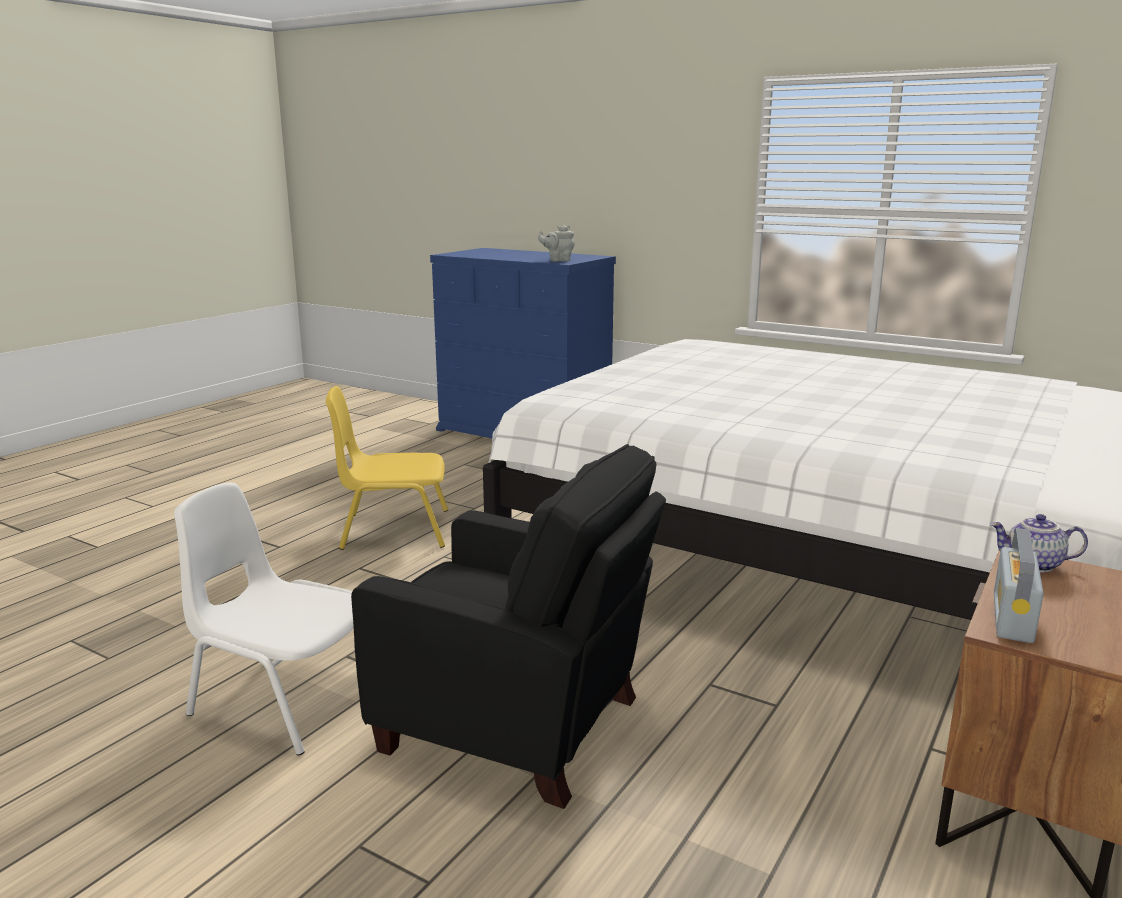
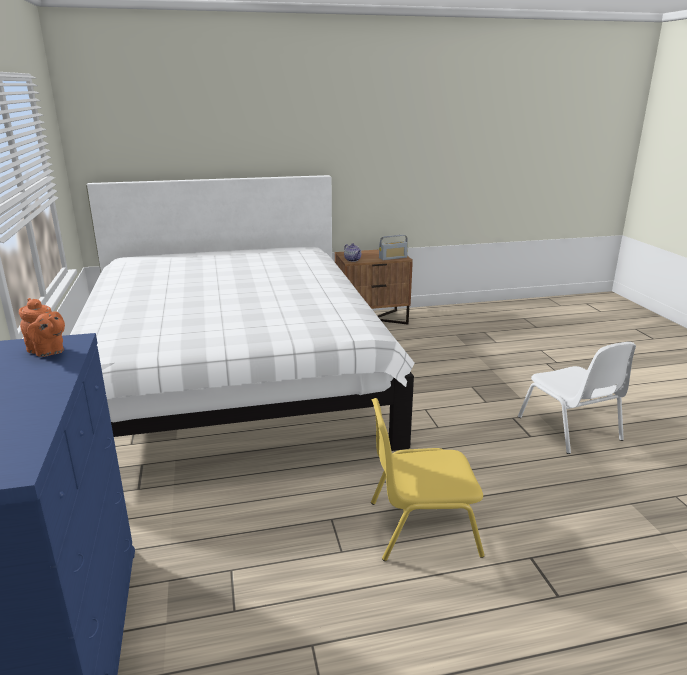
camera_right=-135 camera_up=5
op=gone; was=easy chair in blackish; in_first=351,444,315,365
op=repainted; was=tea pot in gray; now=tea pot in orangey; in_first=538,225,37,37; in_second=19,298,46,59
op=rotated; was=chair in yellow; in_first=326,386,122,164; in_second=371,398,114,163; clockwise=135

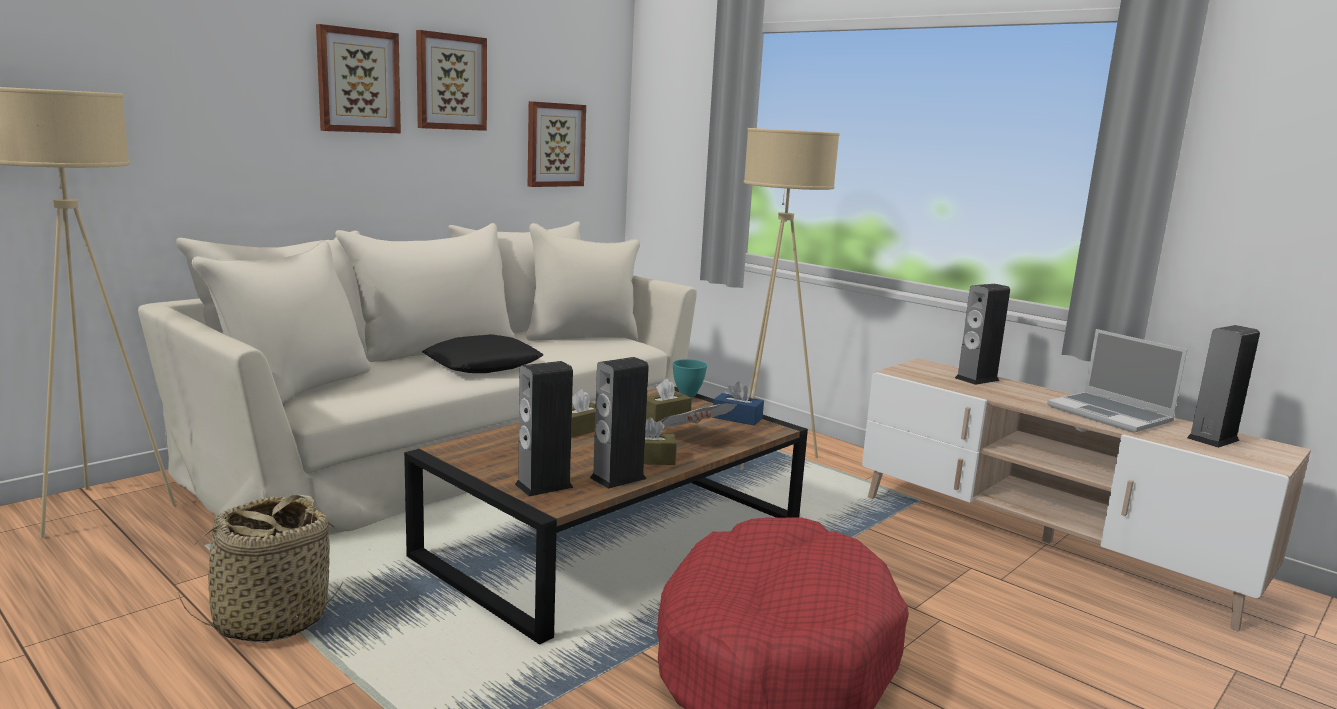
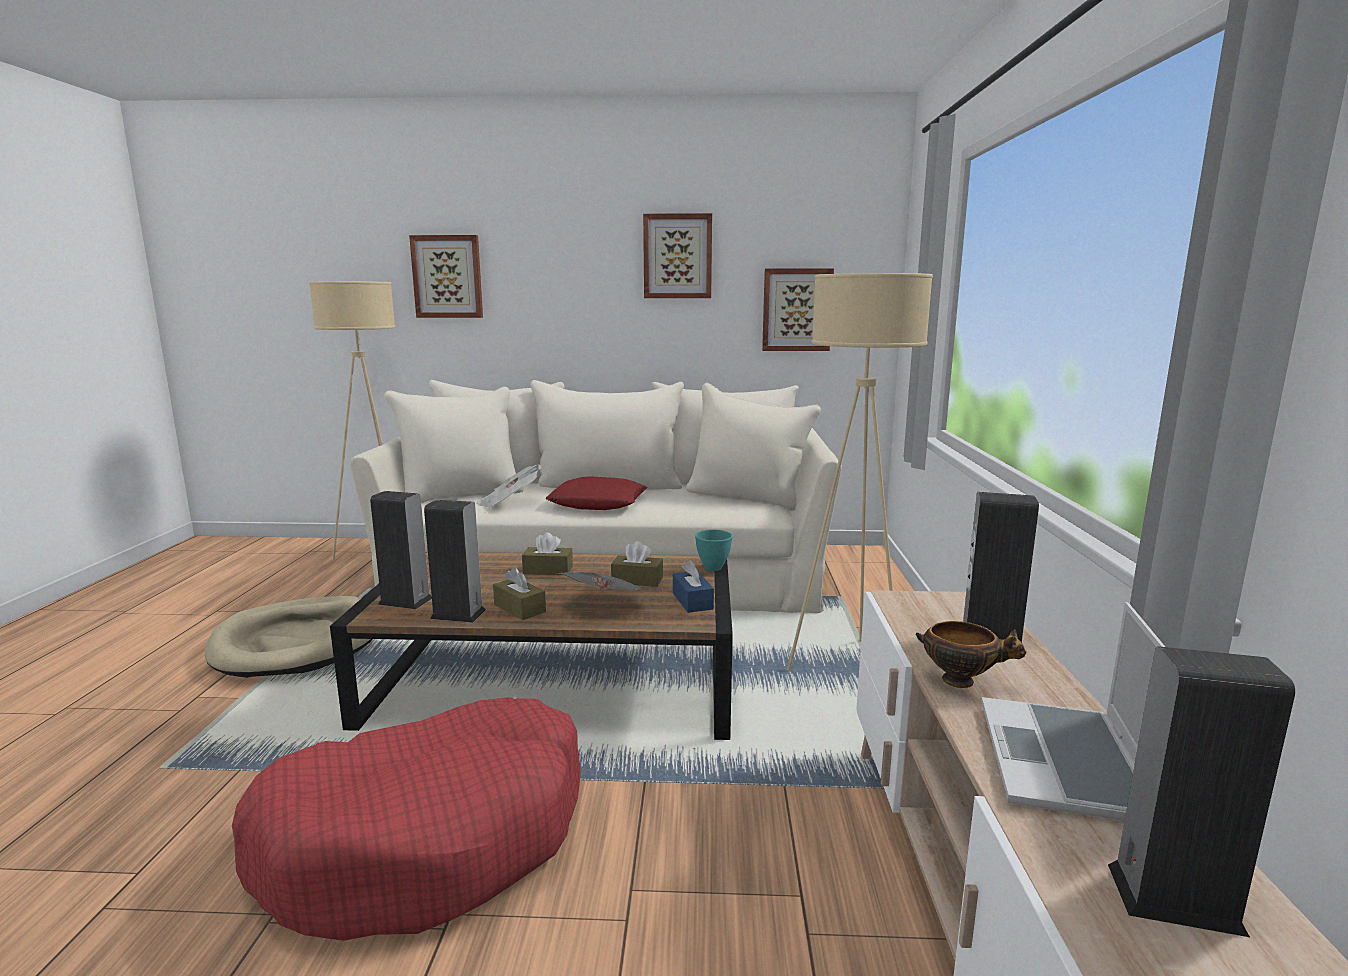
camera_right=50 camera_up=0
op=new; now=printed paper; in_second=476,465,66,43
op=new; now=deep dish; in_second=916,621,111,67
op=shifted; was=wall art; in_first=316,24,85,109; in_second=409,235,74,83
op=swapped; was=household basket; now=dog bed in sand-coloured; in_first=178,494,165,149; in_second=204,596,169,82
op=repainted; was=cushion in blackish; now=cushion in reddish; in_first=422,334,121,39; in_second=545,476,102,34

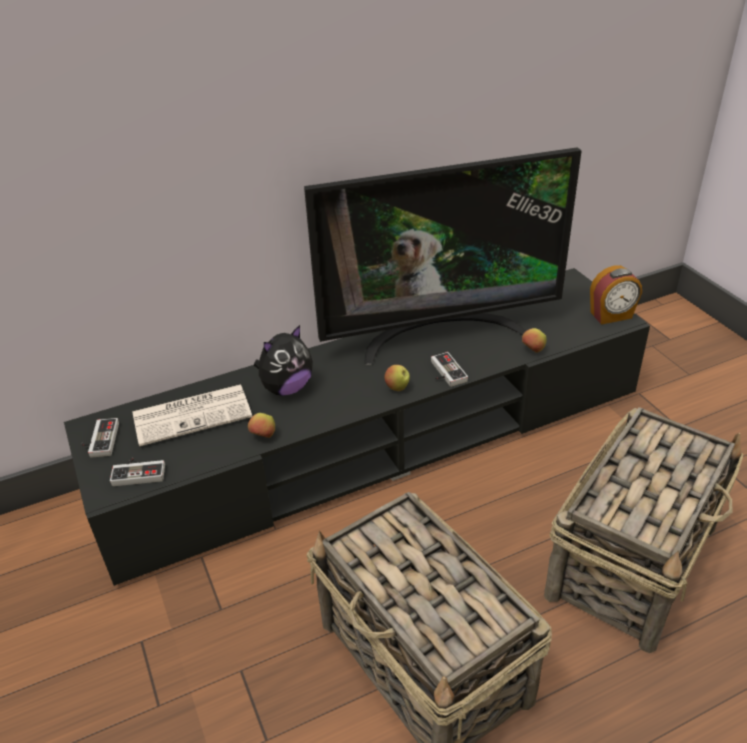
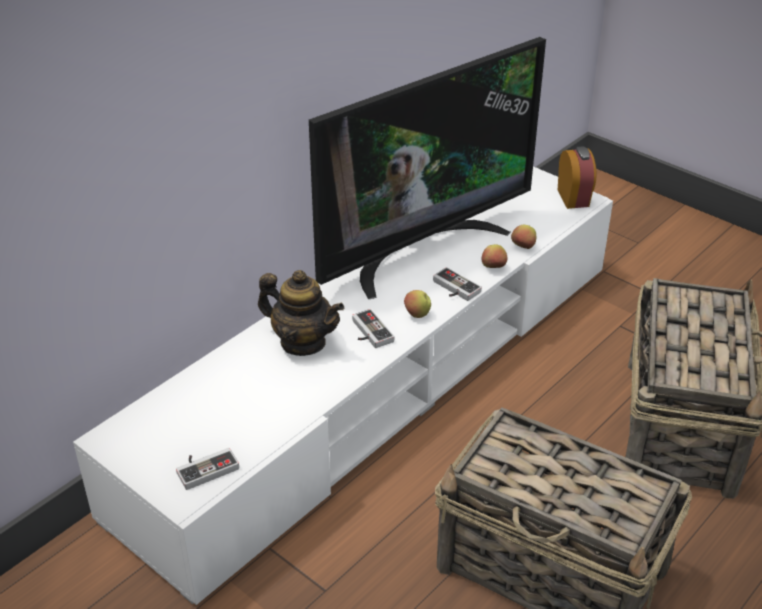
camera_right=-25 camera_up=0
op=gone; was=printed paper; in_first=133,384,119,62
op=shifted; was=joypad; in_first=81,418,38,40; in_second=352,309,42,39
op=shifted; was=apple; in_first=248,413,27,25; in_second=481,244,26,24
op=swapped; was=soft toy; now=tea pot; in_first=254,325,59,71; in_second=258,270,86,86
op=repainted; was=media console in blackish; now=media console in white; in_first=64,268,586,318; in_second=73,166,540,439
op=rotated; was=alarm clock; in_first=590,266,52,59; in_second=558,146,39,63; clockwise=-60

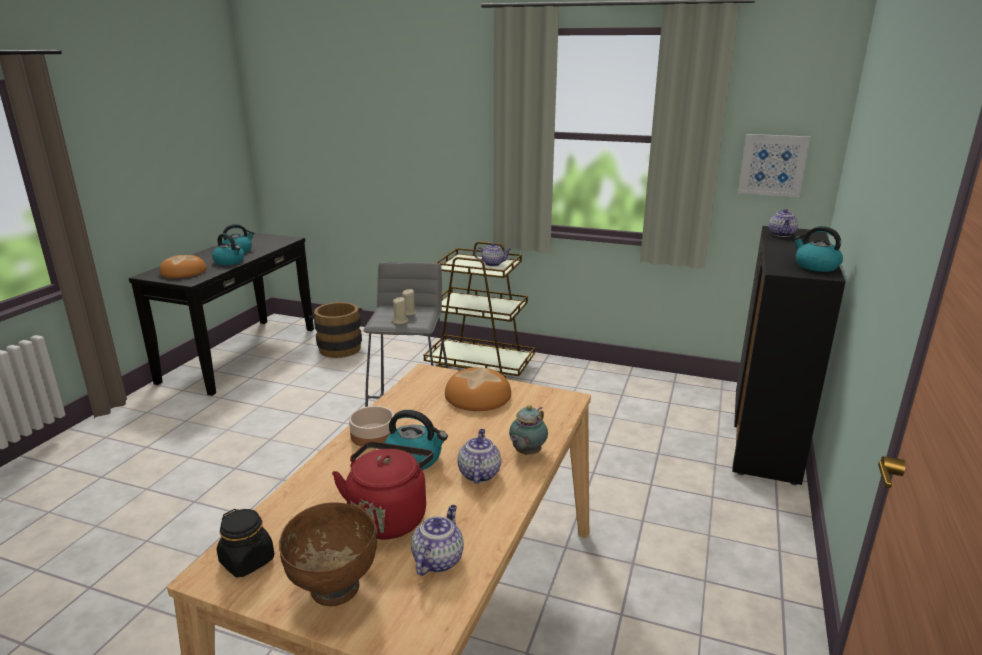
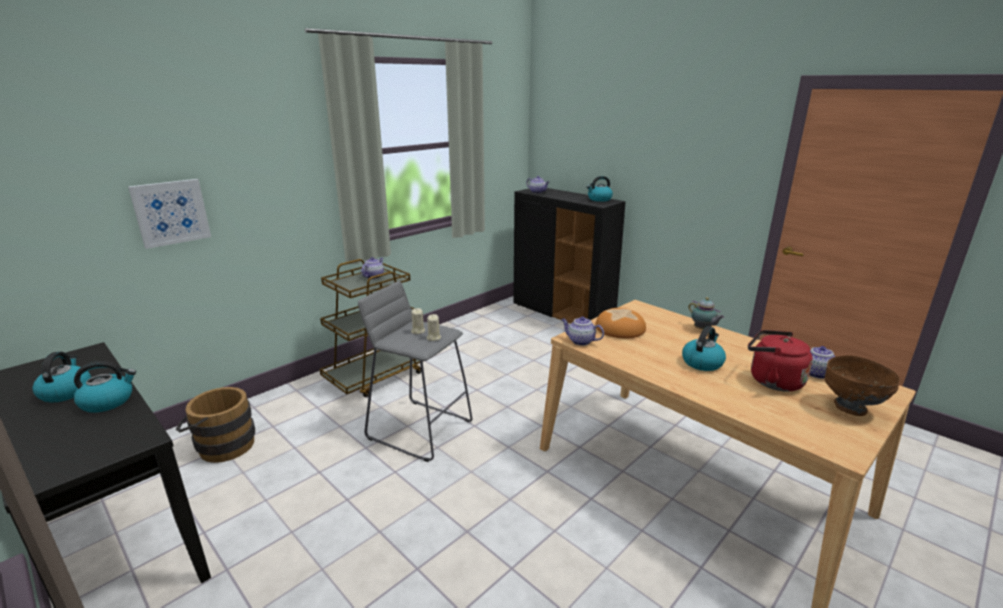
camera_right=-65 camera_up=0
op=gone; was=bakery bread; in_first=159,255,48,23
op=gone; was=jar in blackish; in_first=217,509,57,68
op=gone; was=deep dish; in_first=349,406,45,40
op=shifted; was=tea pot; in_first=457,429,44,55; in_second=561,316,43,30
op=shifted; was=wall art; in_first=738,134,73,63; in_second=128,179,83,70

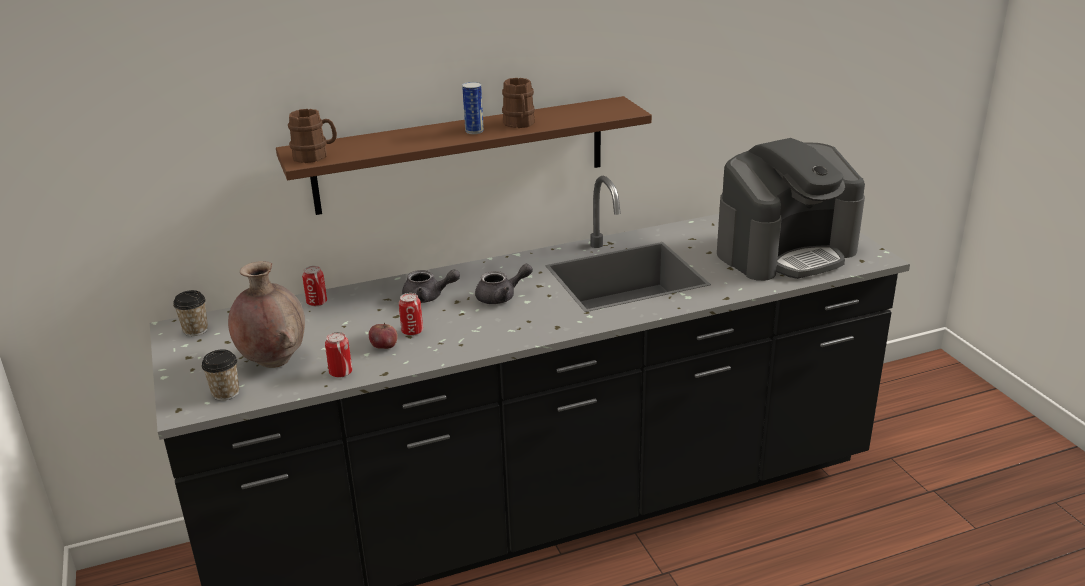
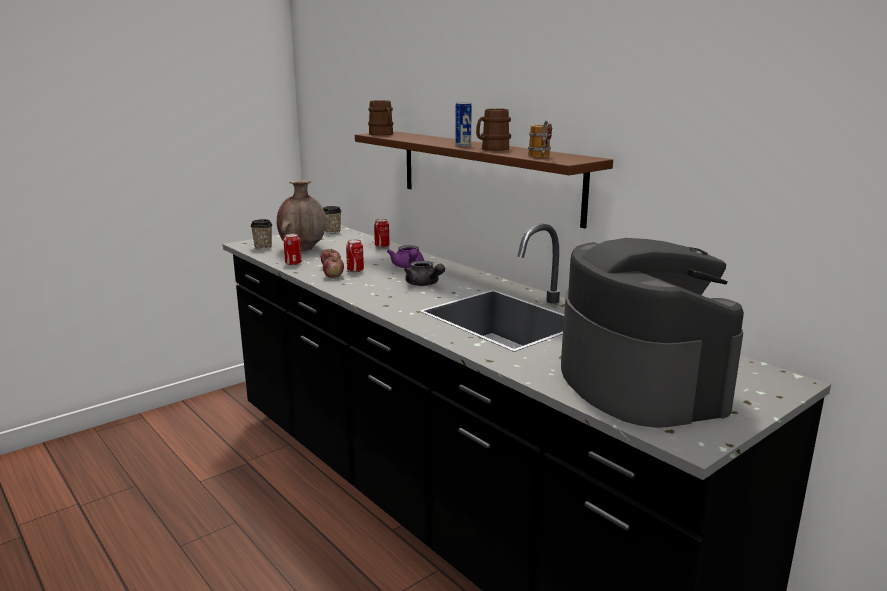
camera_right=70 camera_up=-10
op=new; now=apple; in_second=323,257,21,21
op=new; now=coffee mug; in_second=528,120,24,38
op=repainted; was=tea pot in gray; now=tea pot in purplish; in_first=402,269,58,34; in_second=387,245,37,23
op=rotated; was=coffee brewer; in_first=717,138,148,143; in_second=561,238,183,190; clockwise=-150

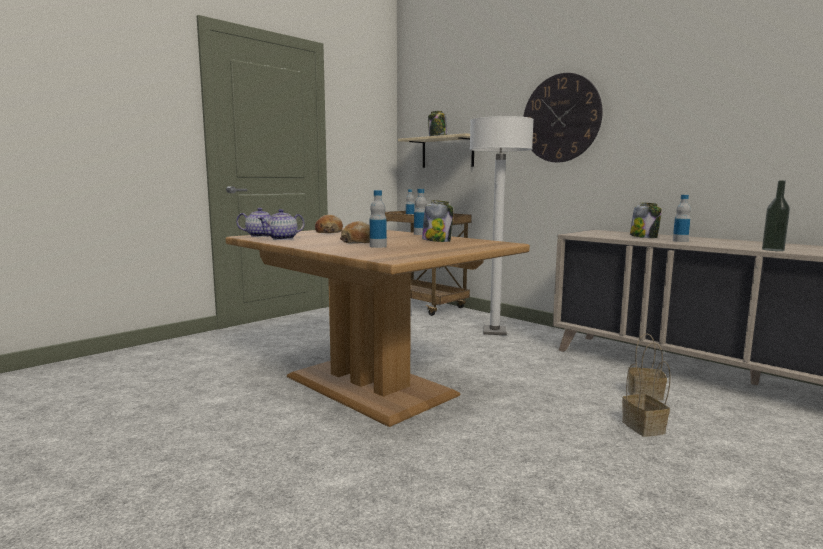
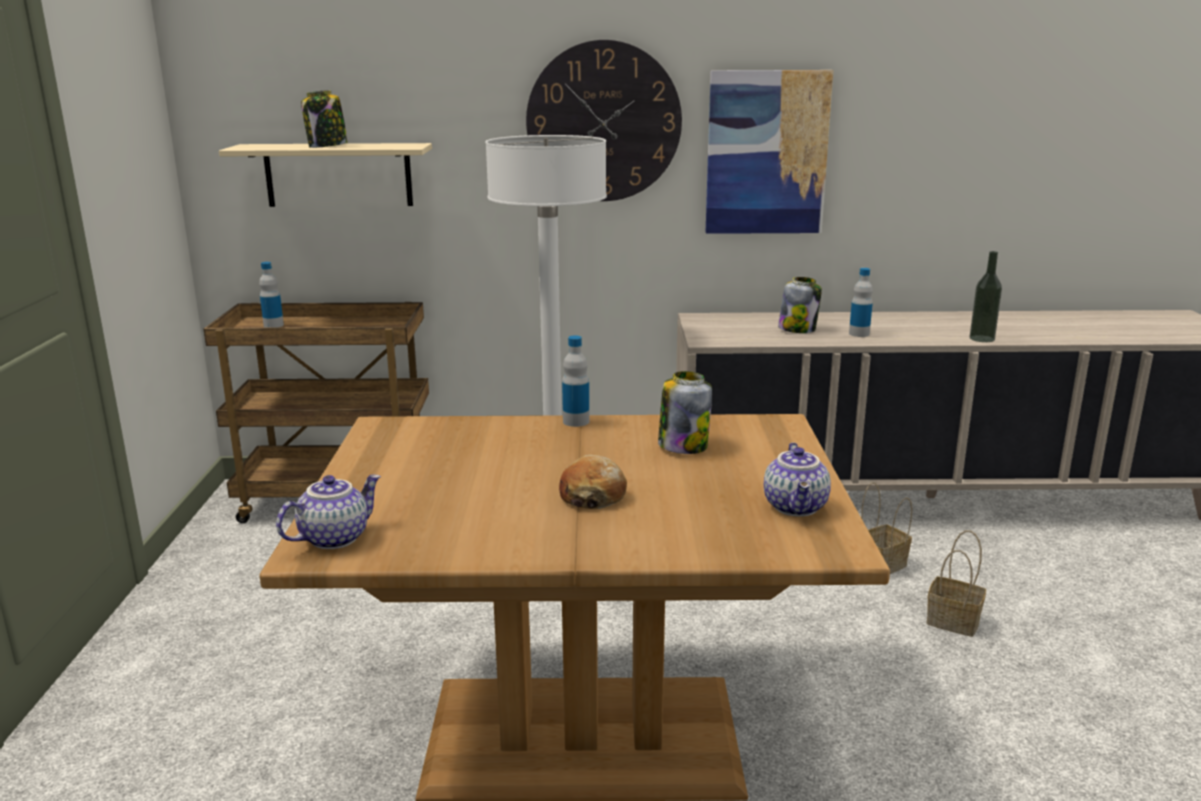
camera_right=-45 camera_up=10
op=gone; was=bakery bread; in_first=315,215,28,18
op=gone; was=drink bottle; in_first=370,190,17,58
op=new; now=wall art; in_second=706,70,127,164
op=shifted; was=tea pot; in_first=258,209,47,31; in_second=764,442,67,75

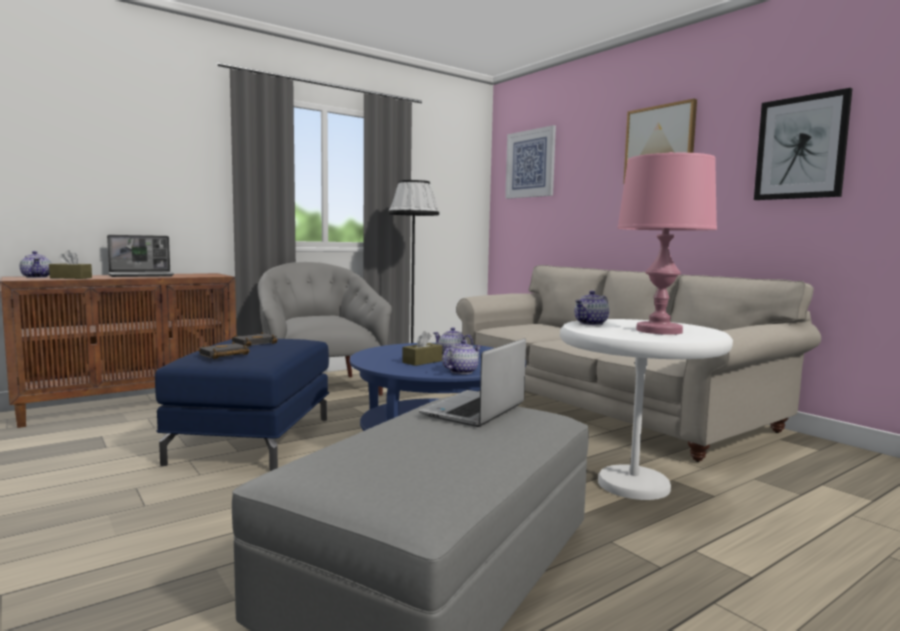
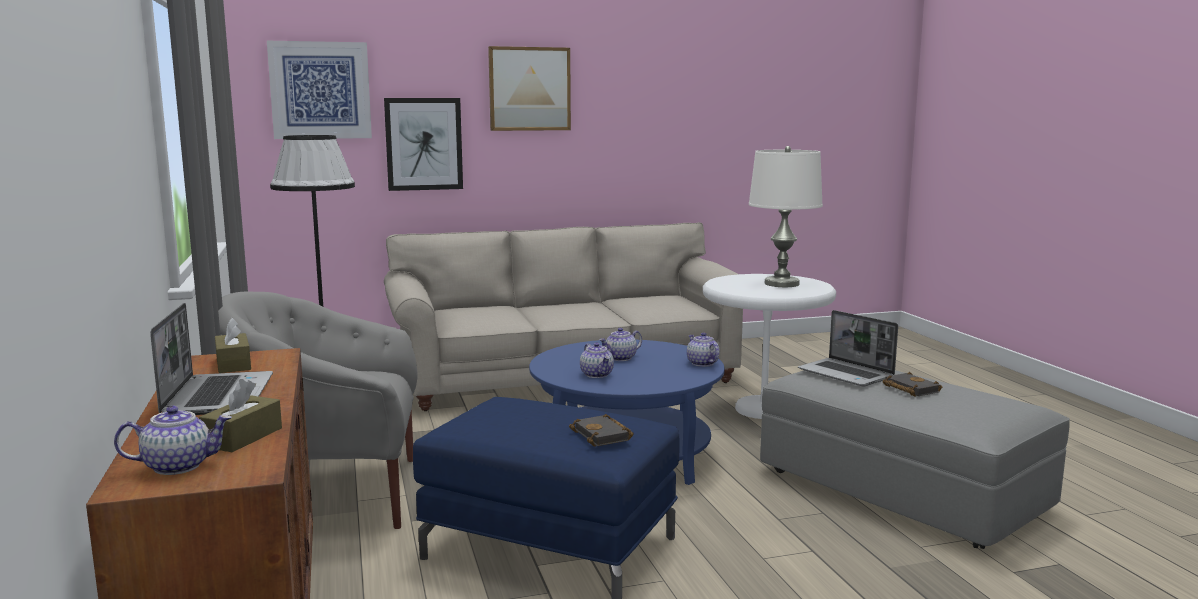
camera_right=-70 camera_up=5
op=shifted; was=volume in blackish; in_first=232,332,46,15; in_second=883,372,59,25
op=shifted; was=box of tissues in brown-coloured; in_first=402,331,41,35; in_second=215,318,36,55
op=shifted; was=tea pot; in_first=575,291,34,34; in_second=580,343,34,35
op=shifted; was=wall art; in_first=754,88,98,112; in_second=384,98,79,93
op=repainted; was=table lamp in pinkish; now=table lamp in white; in_first=618,152,99,183; in_second=749,146,74,141

